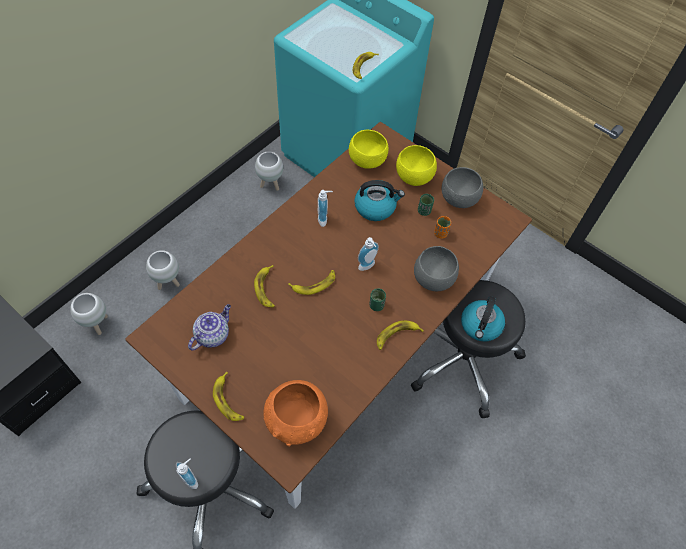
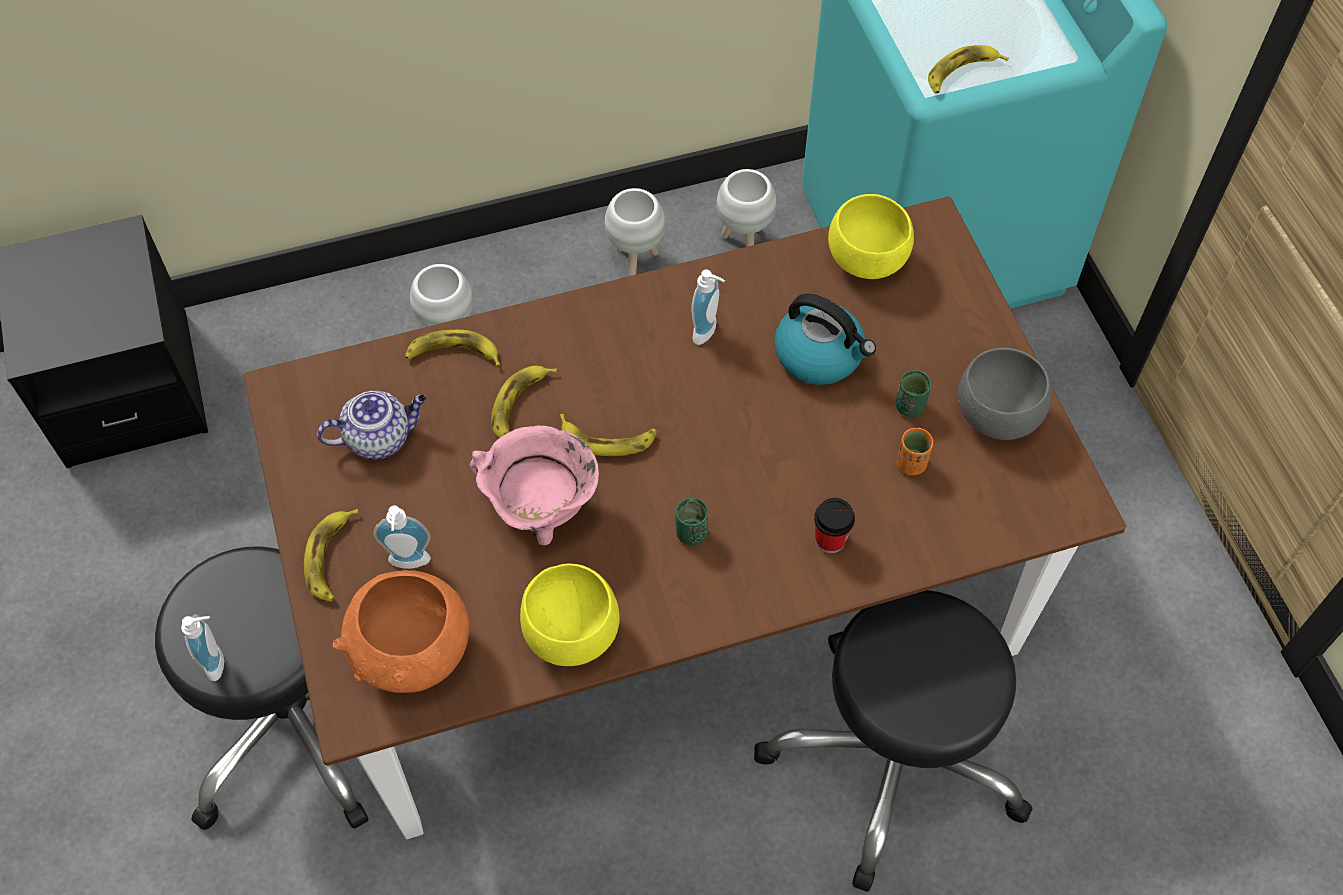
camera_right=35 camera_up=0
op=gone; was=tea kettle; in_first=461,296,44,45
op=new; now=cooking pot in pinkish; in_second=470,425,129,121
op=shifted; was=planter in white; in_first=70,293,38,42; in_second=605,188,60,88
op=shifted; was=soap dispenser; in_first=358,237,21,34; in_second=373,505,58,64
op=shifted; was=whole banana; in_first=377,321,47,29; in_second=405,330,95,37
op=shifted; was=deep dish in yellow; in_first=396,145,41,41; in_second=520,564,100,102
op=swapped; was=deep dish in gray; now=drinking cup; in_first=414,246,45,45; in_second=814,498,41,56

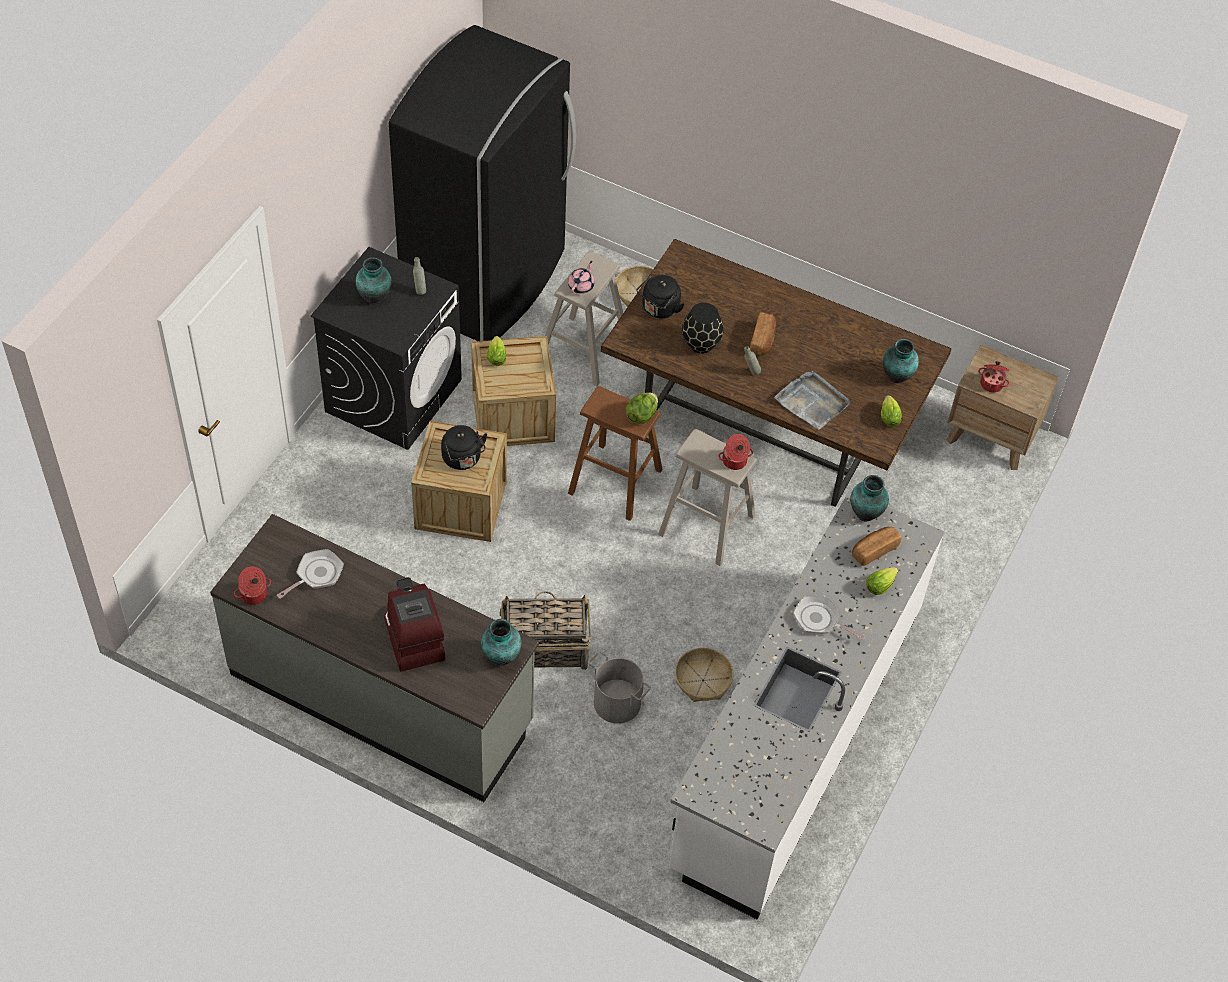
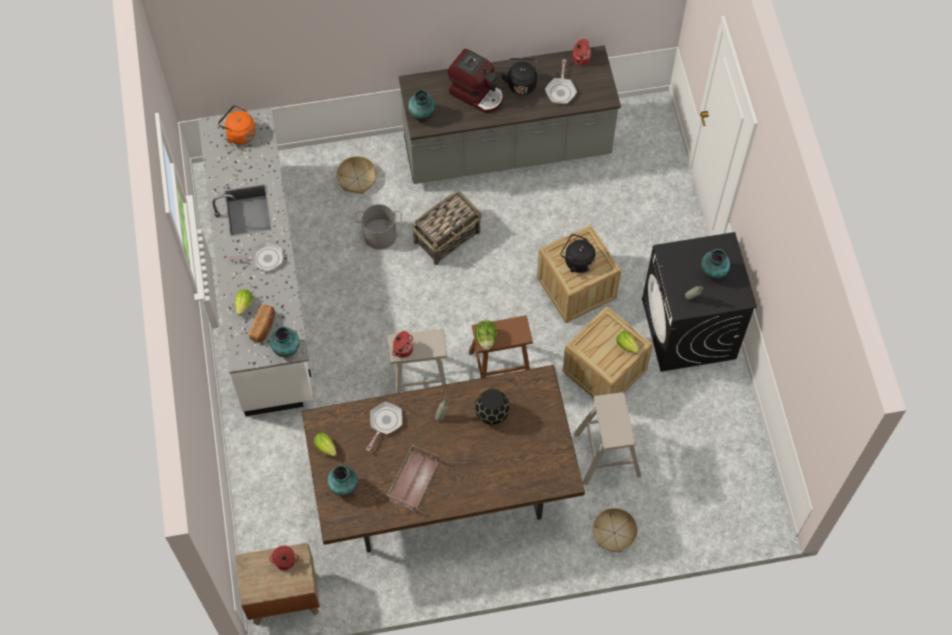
camera_right=145 camera_up=10
op=gone; was=kitchen fridge in blackish; in_first=389,25,187,316
op=gone; was=tea pot in pinkish; in_first=568,261,26,33
op=gone; was=bakery bread; in_first=750,312,26,44
op=new; now=tea kettle in orangey; in_second=218,105,38,40
op=new; now=serving tray in brown-coloured; in_second=387,444,53,69
op=shifted; was=tea kettle in blackish; in_first=636,275,49,43; in_second=501,58,36,37
op=shifted; was=household basket; in_first=675,647,59,55; in_second=337,156,40,38
op=swapped; was=serving tray in gray; now=pan; in_first=774,371,76,59; in_second=366,401,37,50

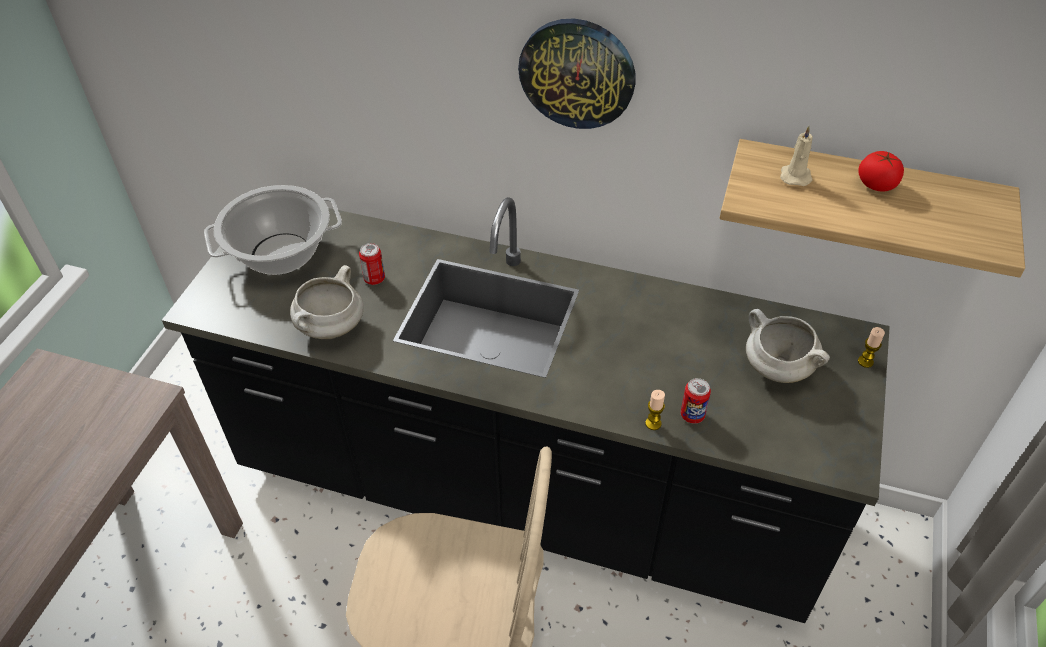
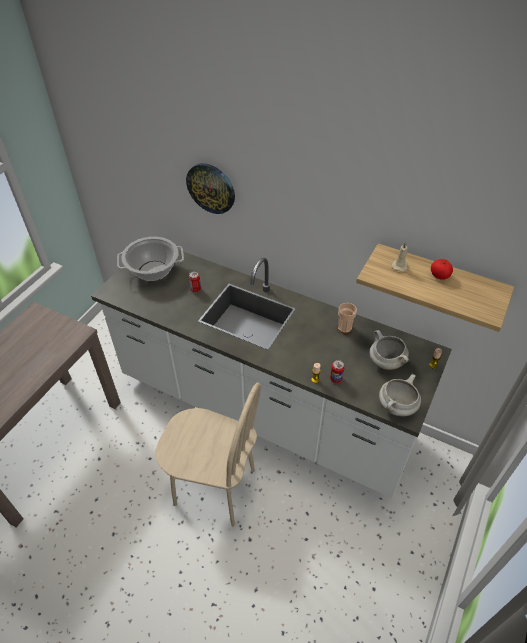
camera_right=10 camera_up=0
op=new; now=drinking cup; in_second=338,303,19,30
op=shifted; was=cooking pot in white; in_first=290,265,74,74; in_second=379,374,42,43
op=shifted; was=hanging clock; in_first=518,19,118,110; in_second=186,163,49,51
op=repainted; was=kitchen base unit in blackish; now=kitchen base unit in white; in_first=162,197,728,426; in_second=91,250,361,248

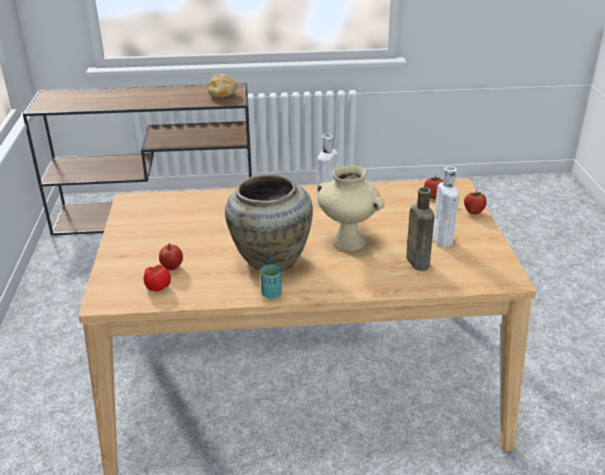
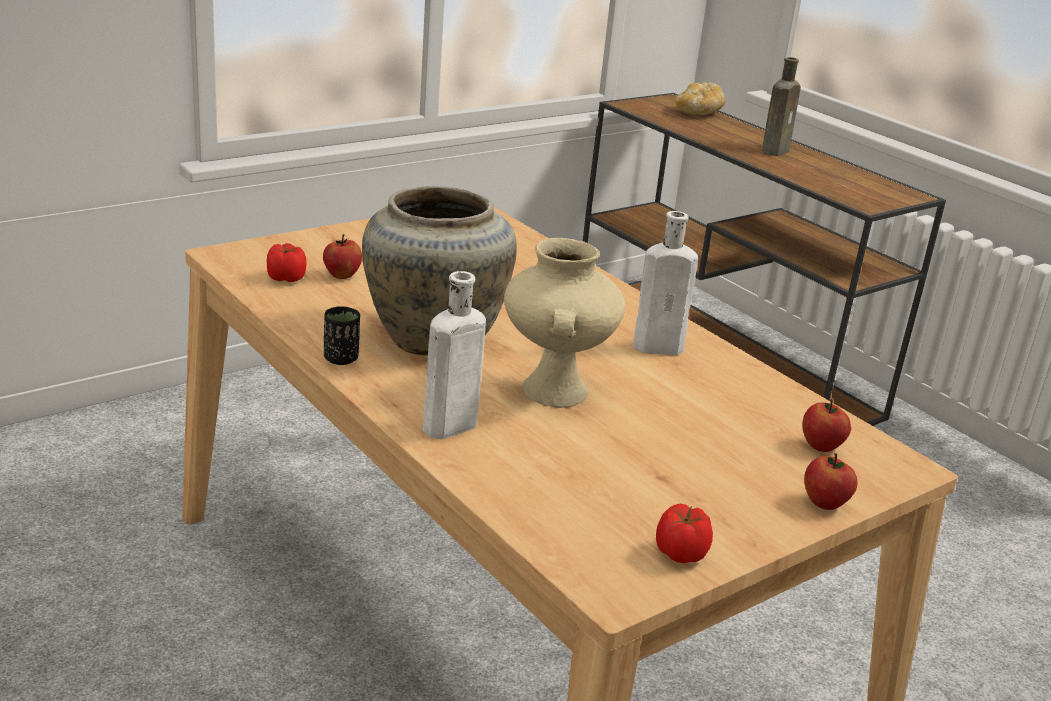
camera_right=55 camera_up=-5
op=new; now=tomato; in_second=656,504,57,59
op=shifted; was=bakery bread; in_first=208,74,29,24; in_second=675,82,51,33
op=shifted; was=drink bottle in brown-coloured; in_first=406,187,28,84; in_second=762,57,39,99
op=shifted; was=drink bottle in white; in_first=433,166,26,81; in_second=423,271,63,168
op=repainted; was=drinking cup in turquoise-coloured; now=drinking cup in blackish; in_first=261,265,21,34; in_second=324,306,36,59

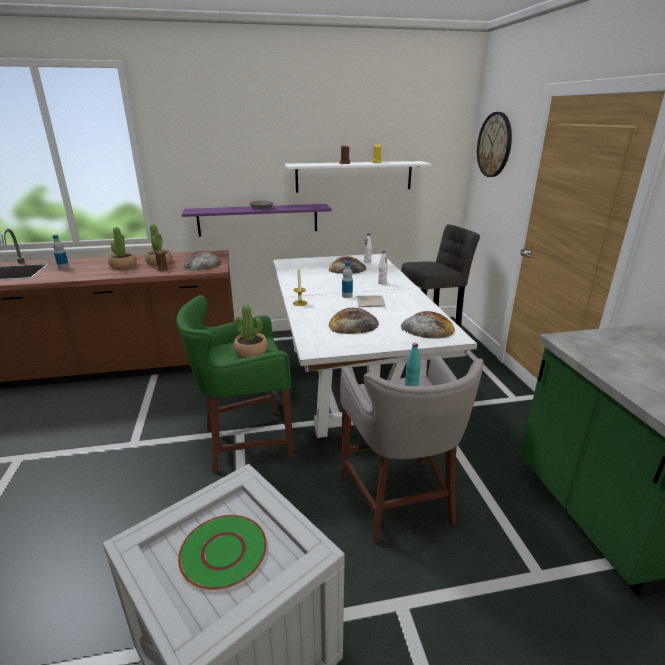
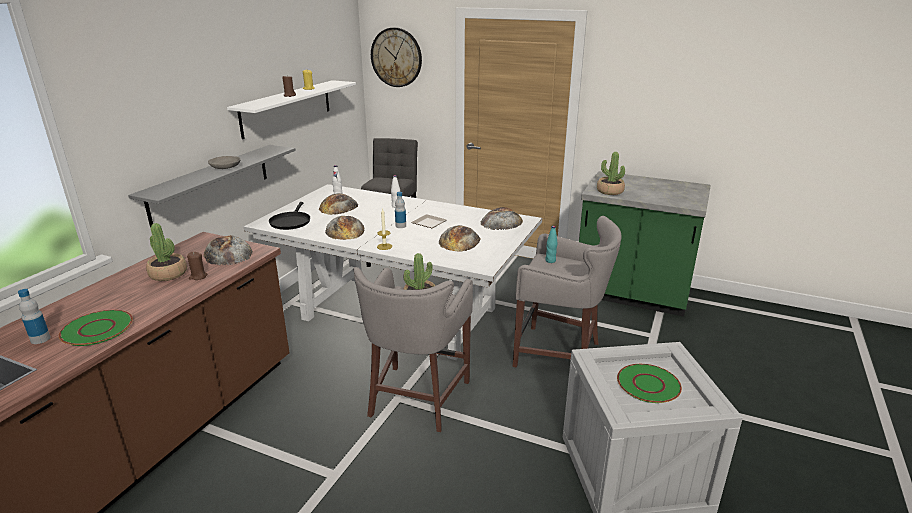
camera_right=-55 camera_up=0
op=new; now=flat dish in greenish; in_second=59,310,74,36
op=new; now=pan in blackish; in_second=269,202,41,28
op=new; now=bakery bread; in_second=325,216,40,24
op=shifted; was=potted plant; in_first=108,227,29,42; in_second=597,152,28,43
op=repainted; was=stool seat in greenish; now=stool seat in gray; in_first=176,295,118,178; in_second=353,267,120,165
op=repainted; was=wall shelf in purplish; now=wall shelf in gray; in_first=182,204,150,32; in_second=128,145,168,83

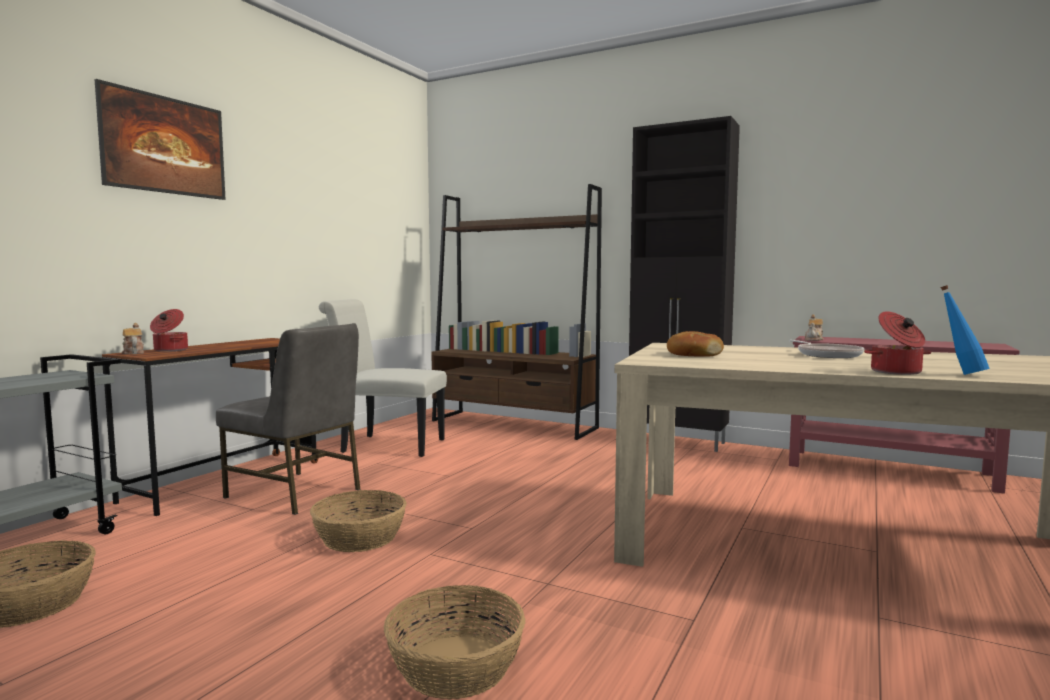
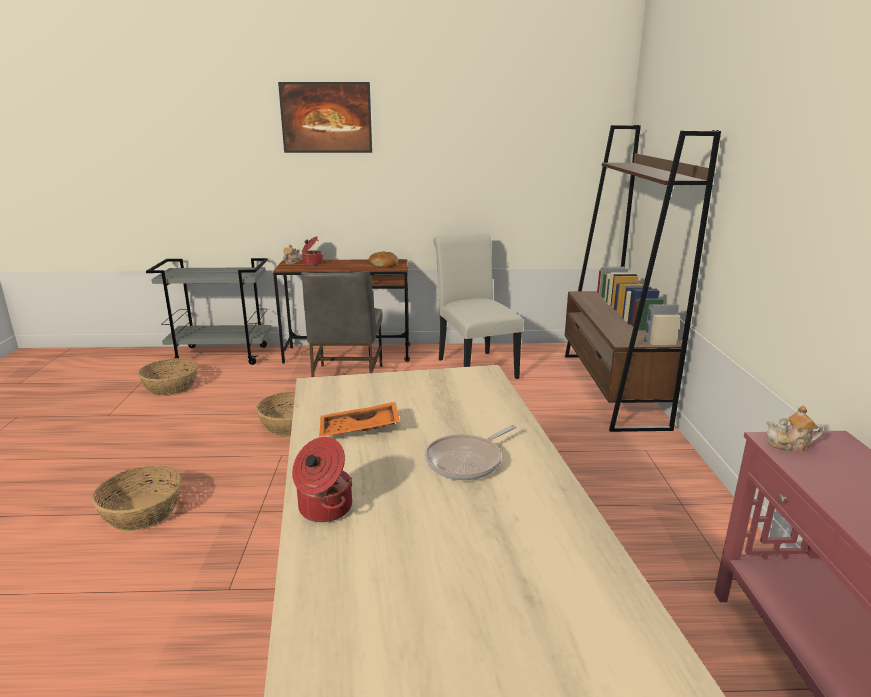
camera_right=60 camera_up=15
op=gone; was=cabinet in blackish; in_first=629,116,111,336
op=gone; was=drink bottle in blue-coloured; in_first=940,285,50,90
op=new; now=serving tray in orangey; in_second=319,402,81,35
op=shifted; was=bakery bread; in_first=667,331,57,26; in_second=369,251,29,17

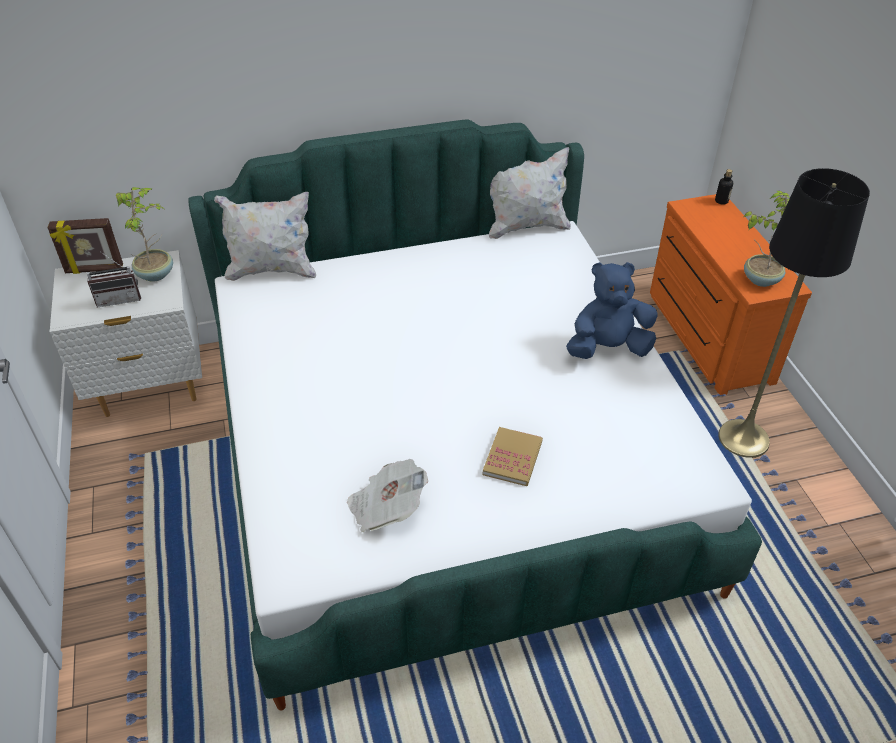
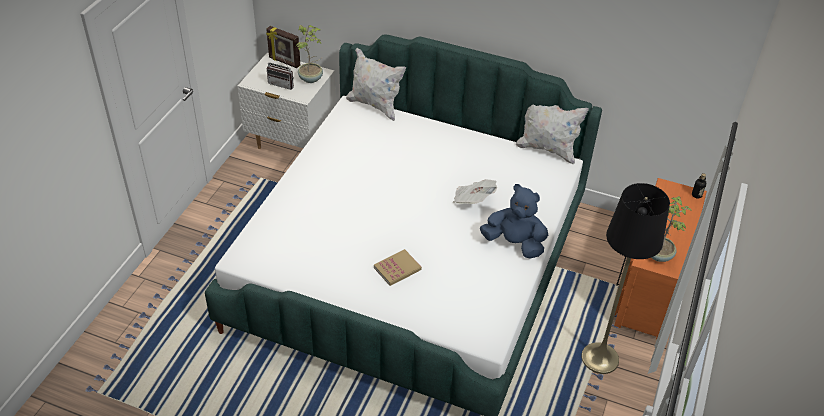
camera_right=35 camera_up=0
op=shifted; was=printed paper; in_first=347,459,81,73; in_second=453,180,44,24

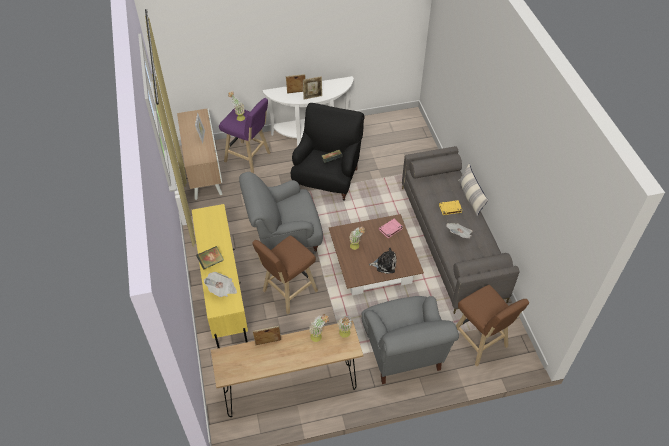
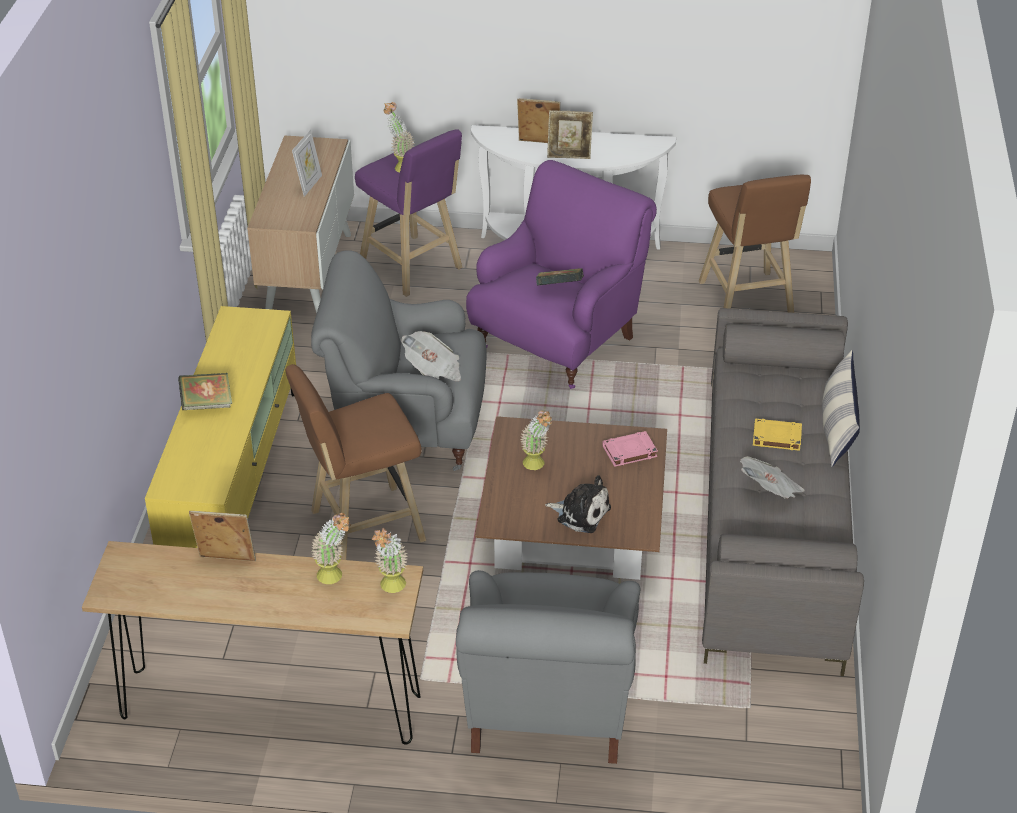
camera_right=20 camera_up=-10
op=shifted; was=printed paper; in_first=204,272,33,25; in_second=401,331,60,50
op=shifted; was=stool seat in brown-coloured; in_first=456,285,73,82; in_second=699,175,112,138
op=repainted; was=easy chair in blackish; now=easy chair in purplish; in_first=291,103,74,98; in_second=466,160,191,229

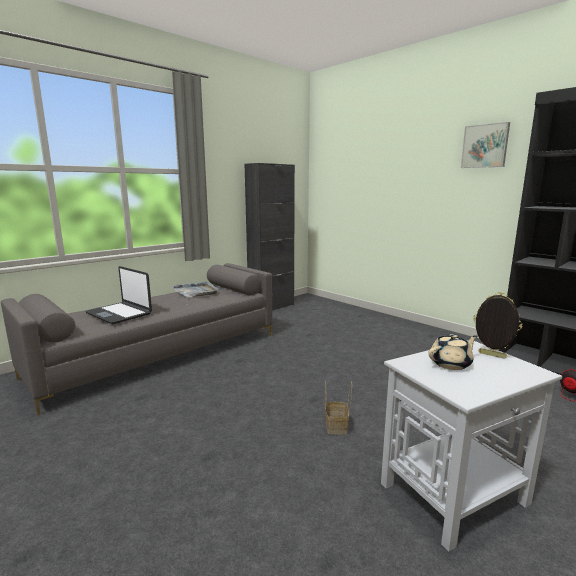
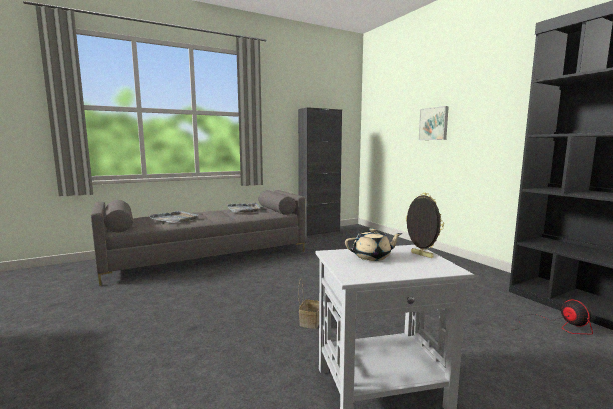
camera_right=15 camera_up=-5
op=shifted; was=wall art; in_first=461,122,49,46; in_second=419,106,30,34
op=swapped; was=laptop; now=serving tray in gray; in_first=85,266,67,58; in_second=148,210,50,13

